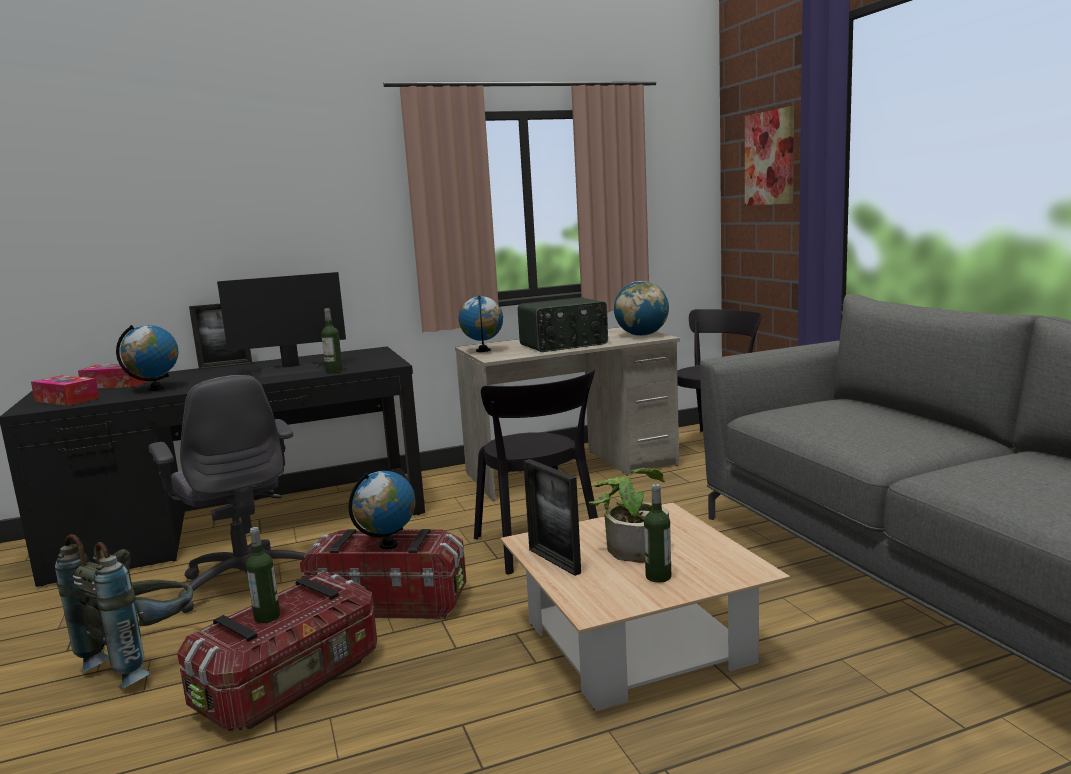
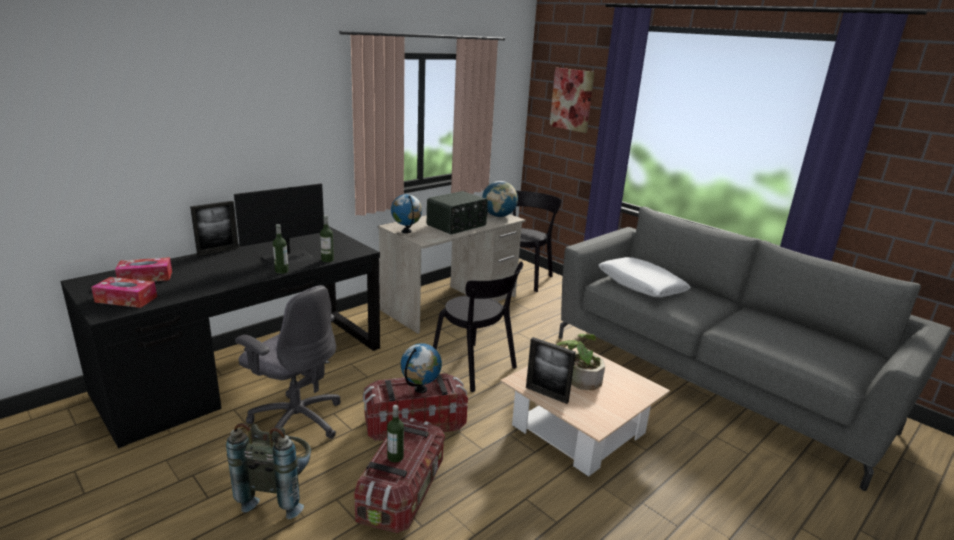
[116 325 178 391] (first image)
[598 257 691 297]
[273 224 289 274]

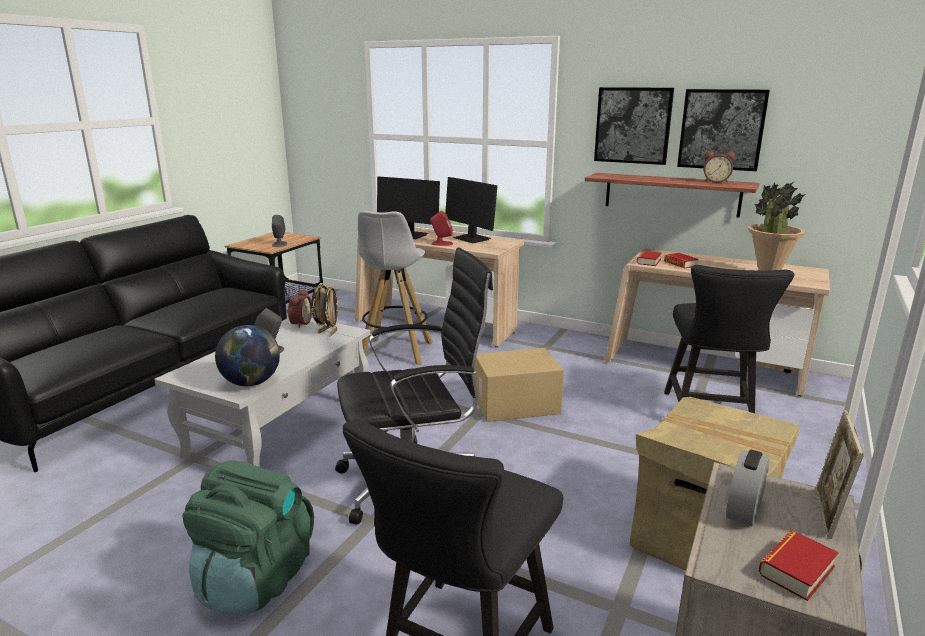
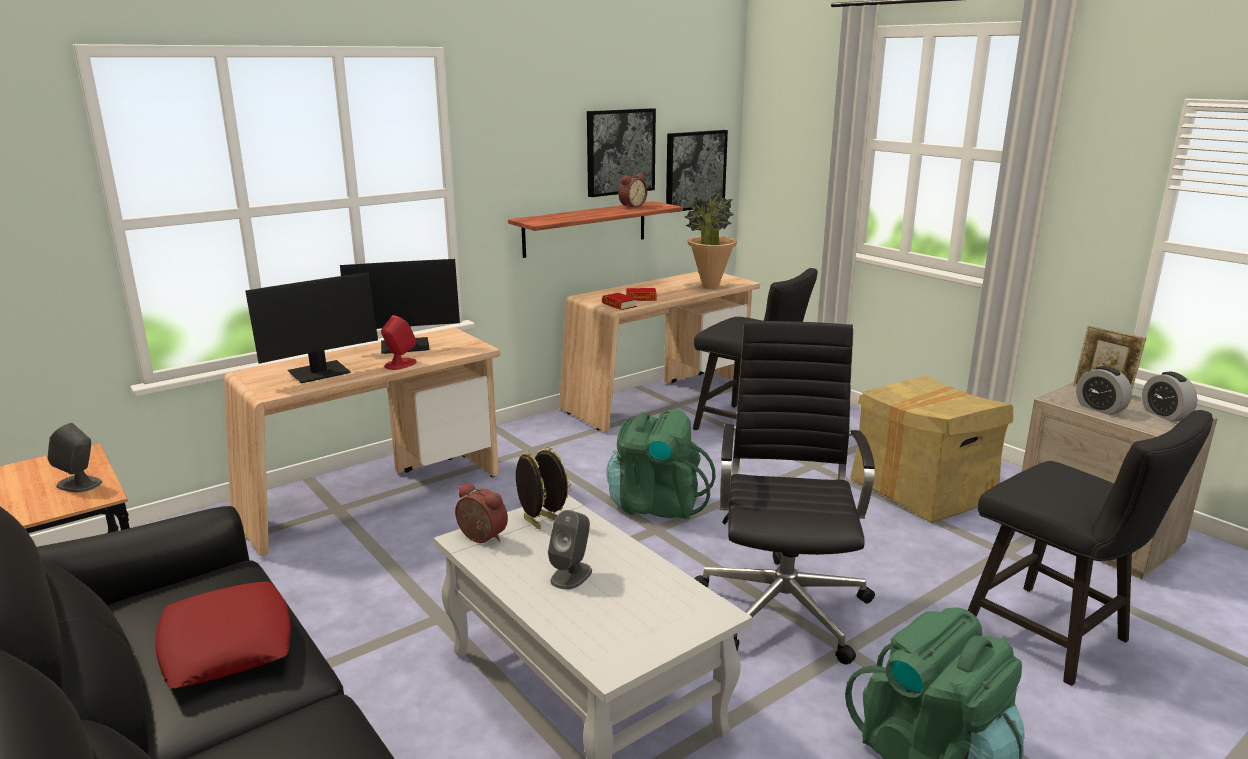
[215 325 280 386] (first image)
[358 211 433 365] (first image)
[155 581 291 688]
[666 130 728 213]
[606 409 715 519]
[1142 372 1197 422]

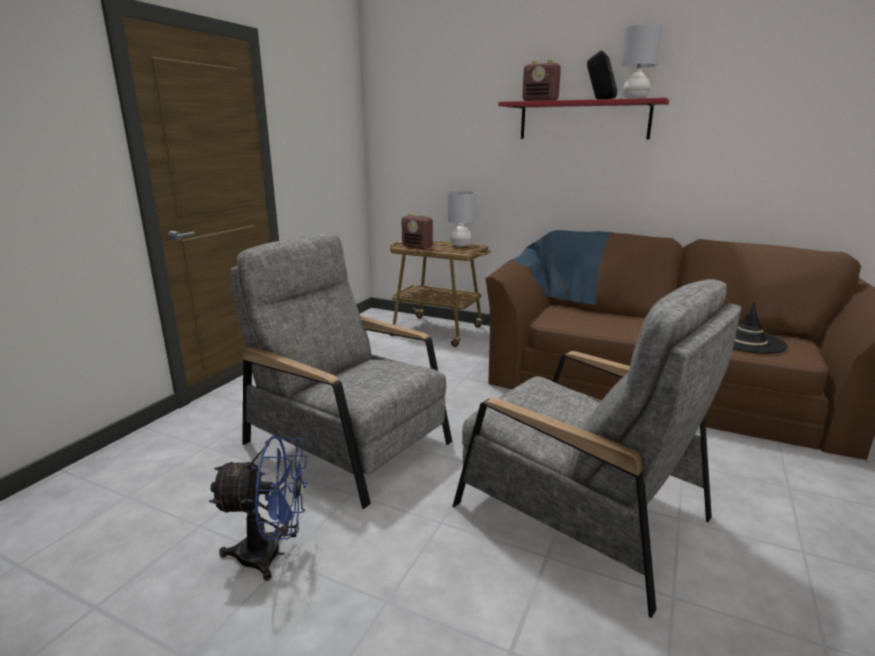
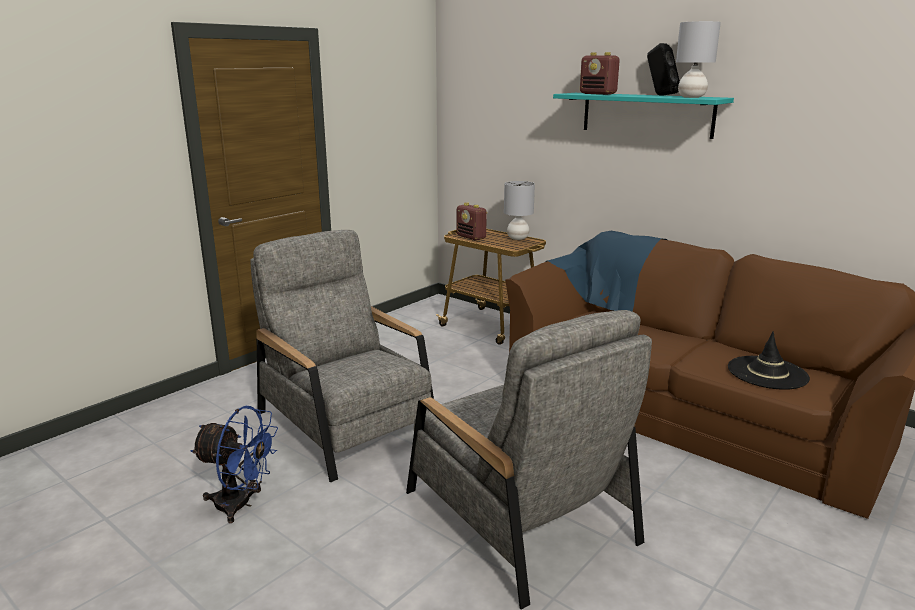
[553 93 734 139]

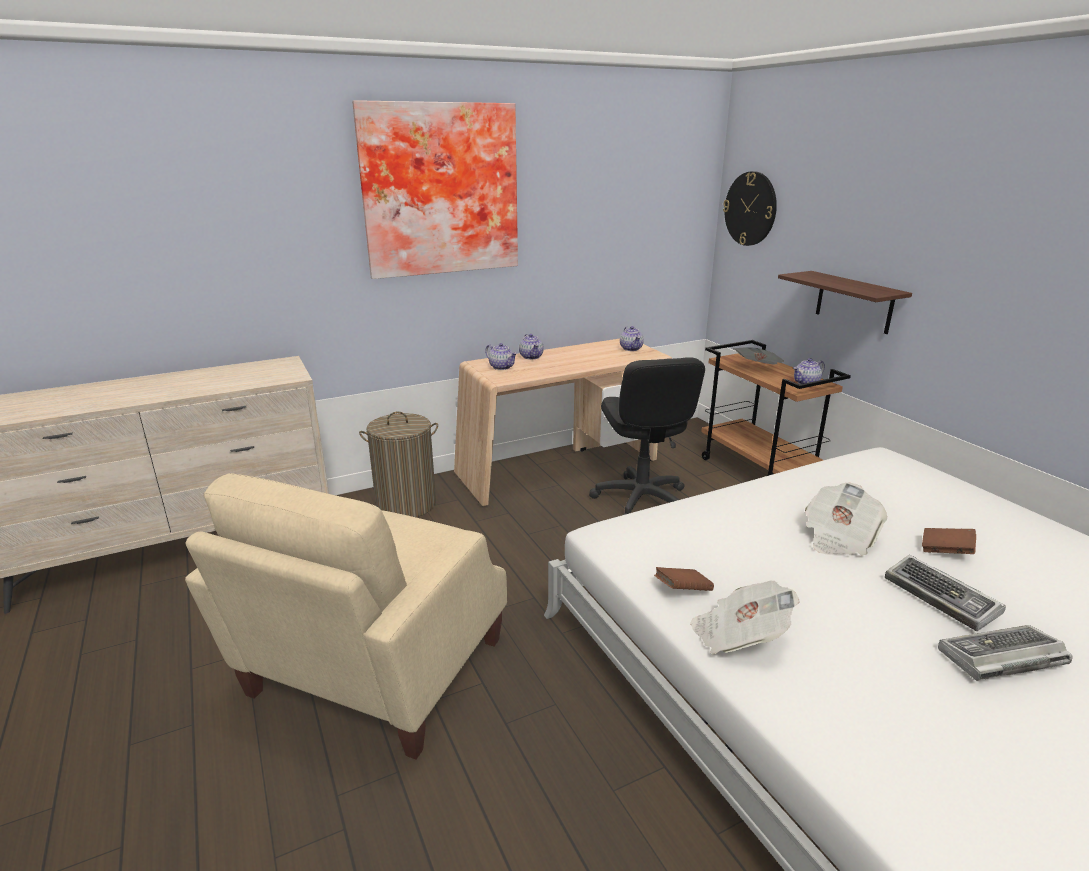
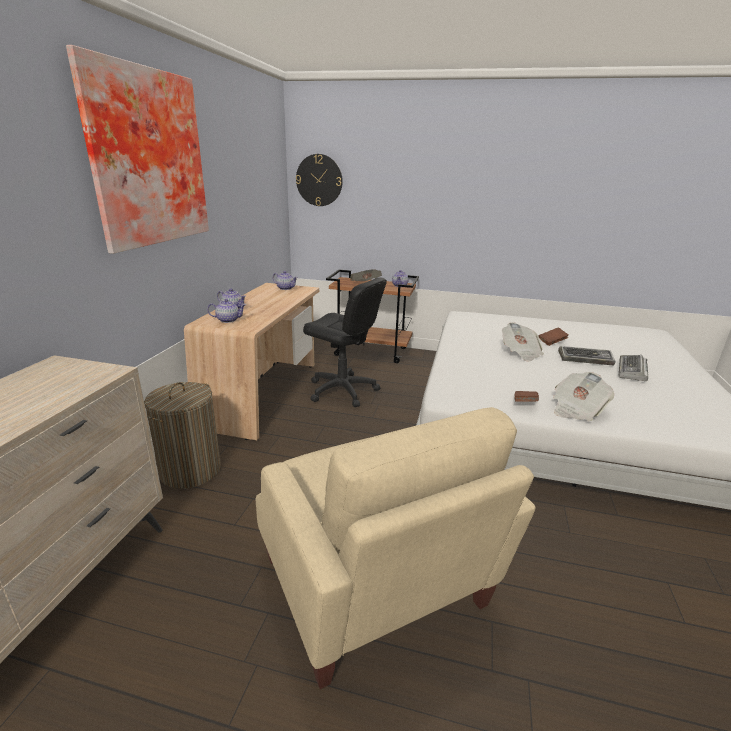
[778 271 912 334] (first image)

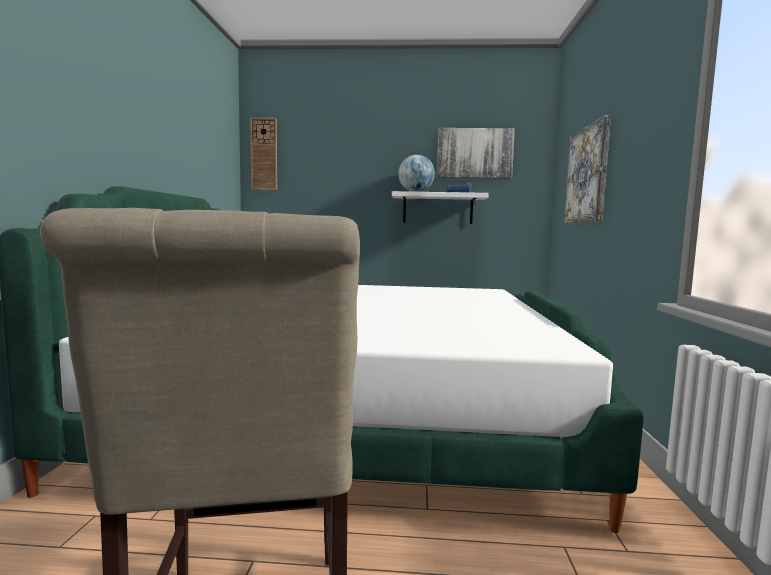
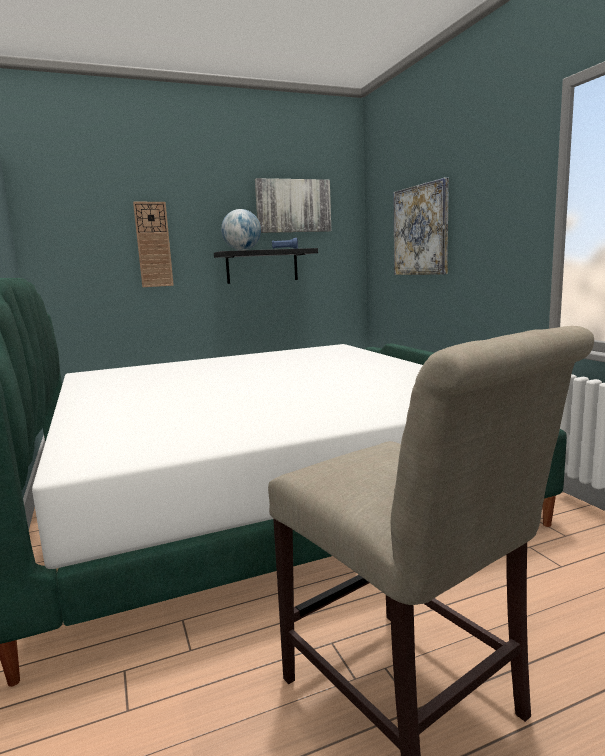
[133 202 174 287]
[214 248 318 284]

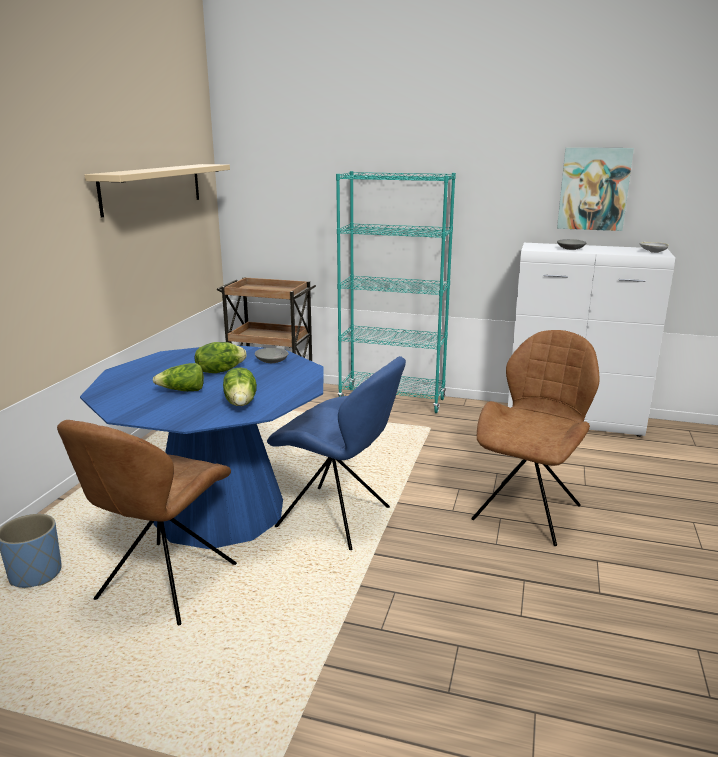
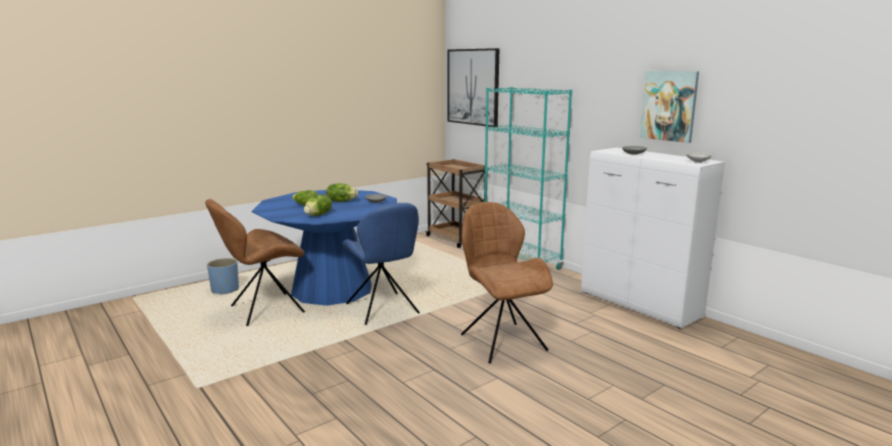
[85 164 230 217] (first image)
[447 48 500 127]
[461 202 553 363]

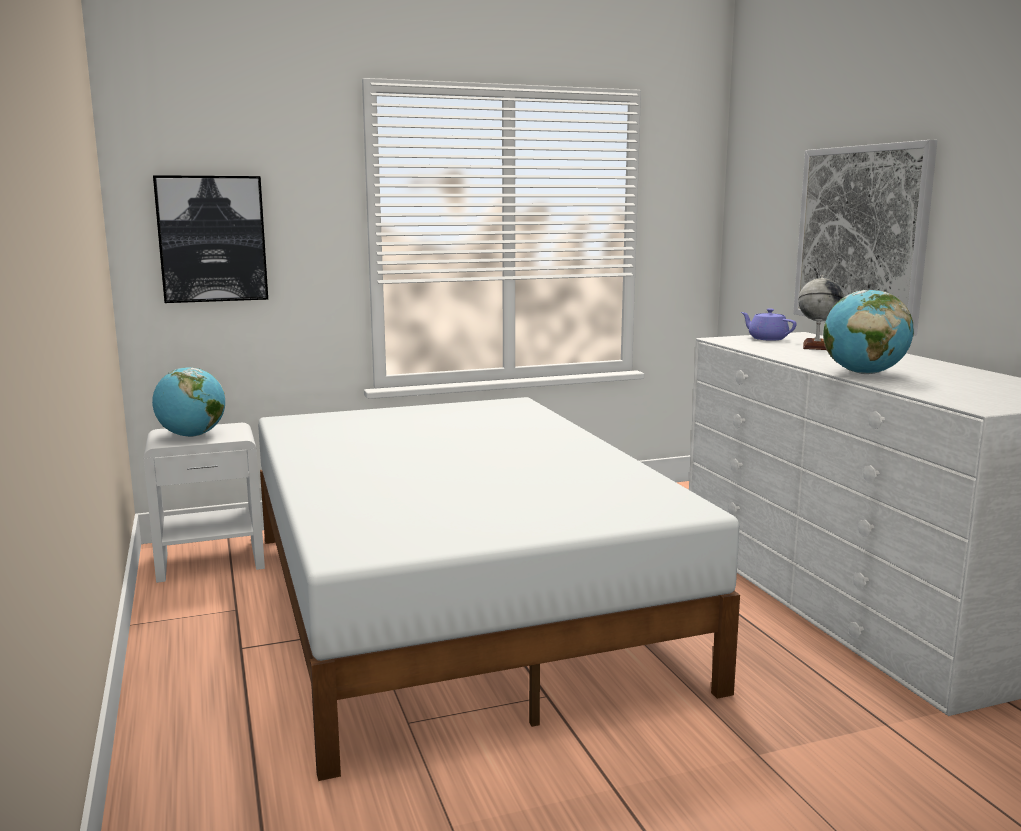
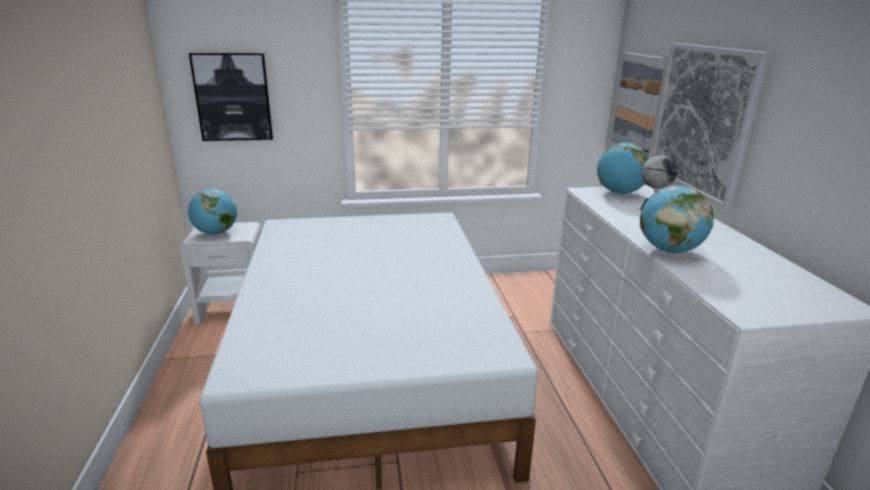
[612 53 666 156]
[597 143 649 194]

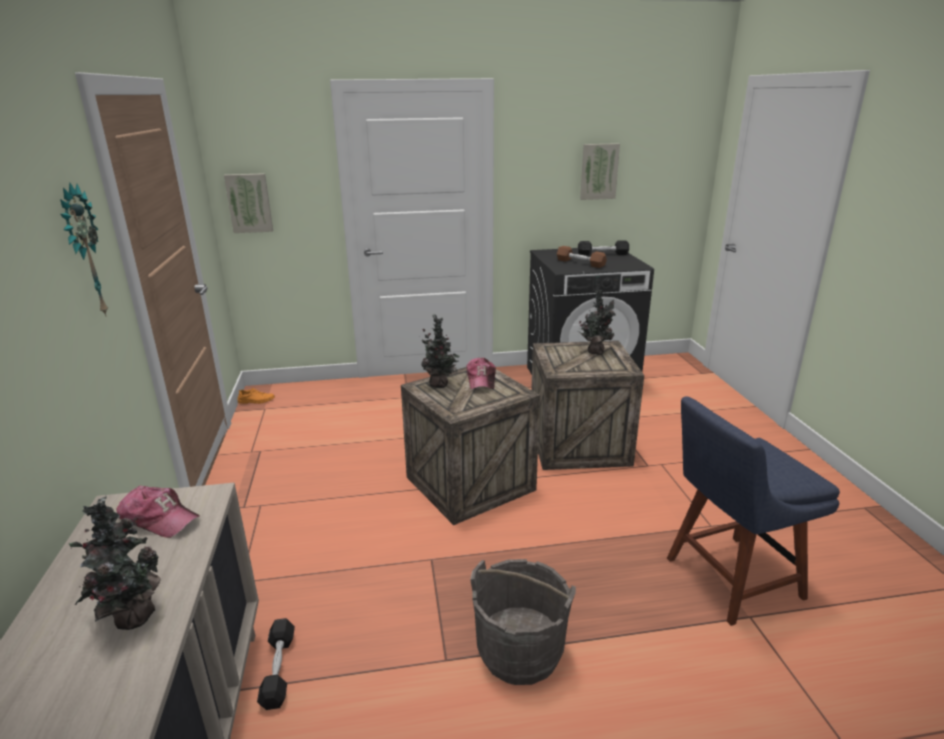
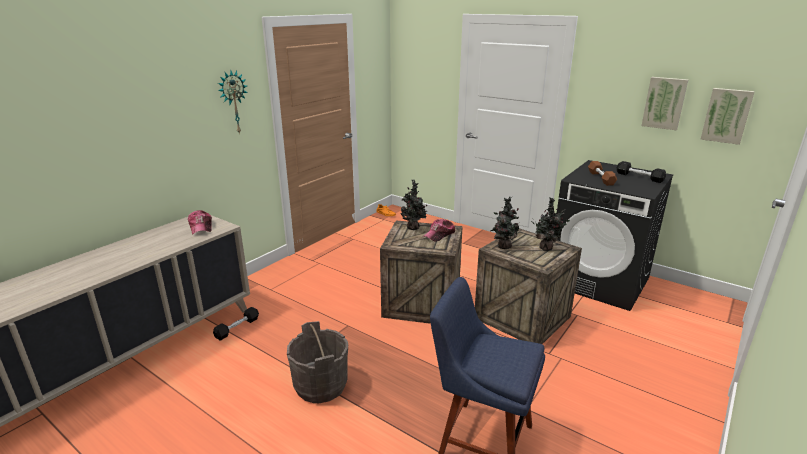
[491 197 519 249]
[700 88 755 145]

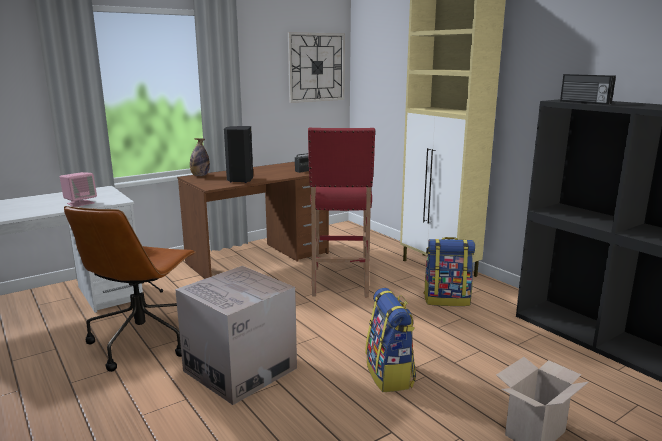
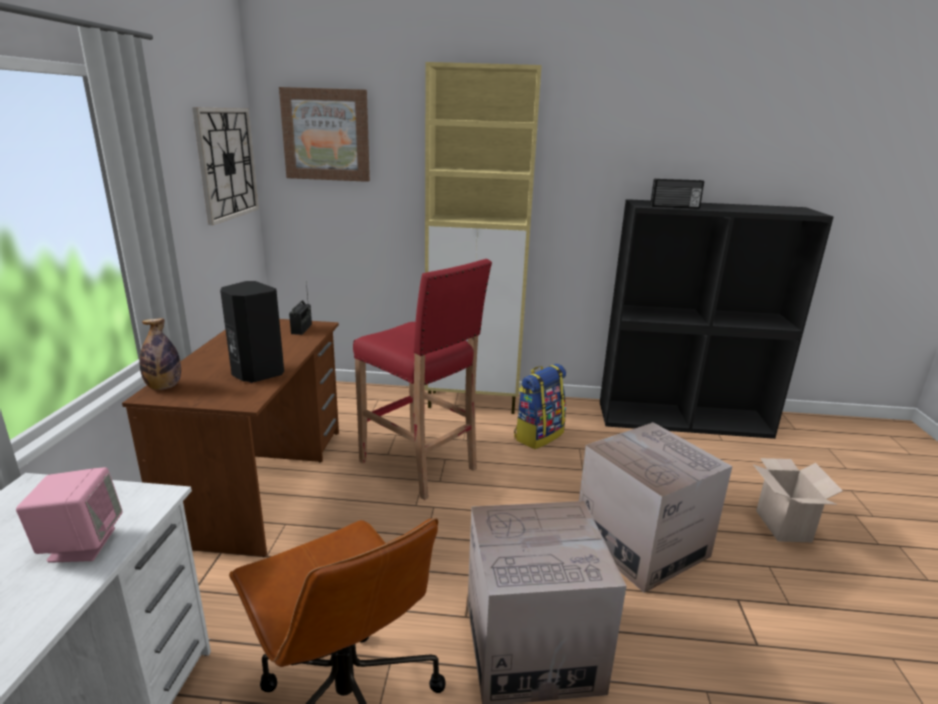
[279 87 370 182]
[579 422 732 593]

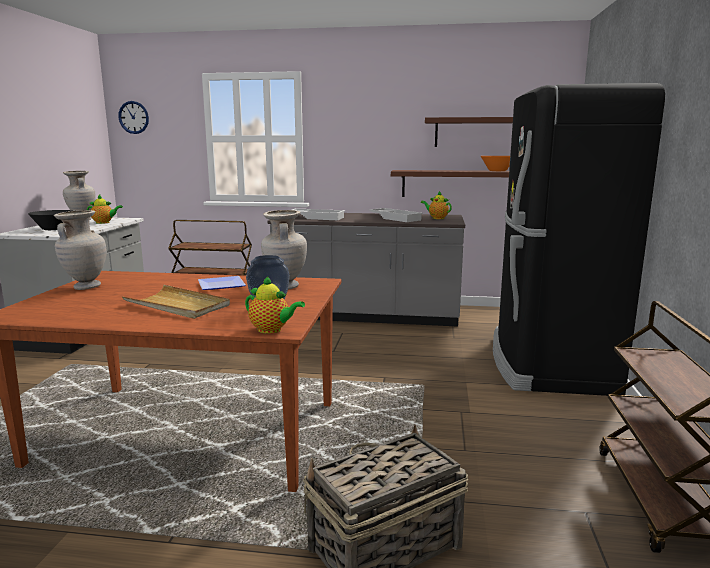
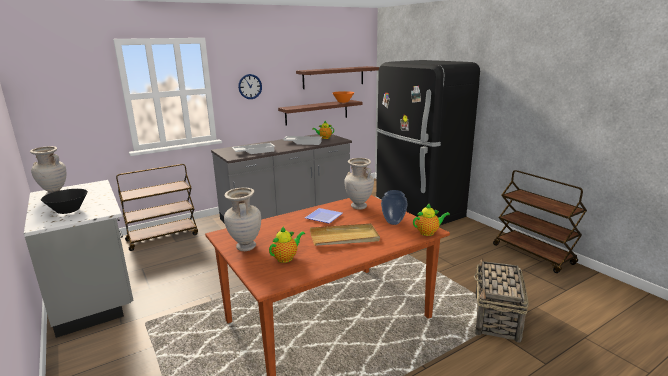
[269 226 305 263]
[238 74 262 99]

